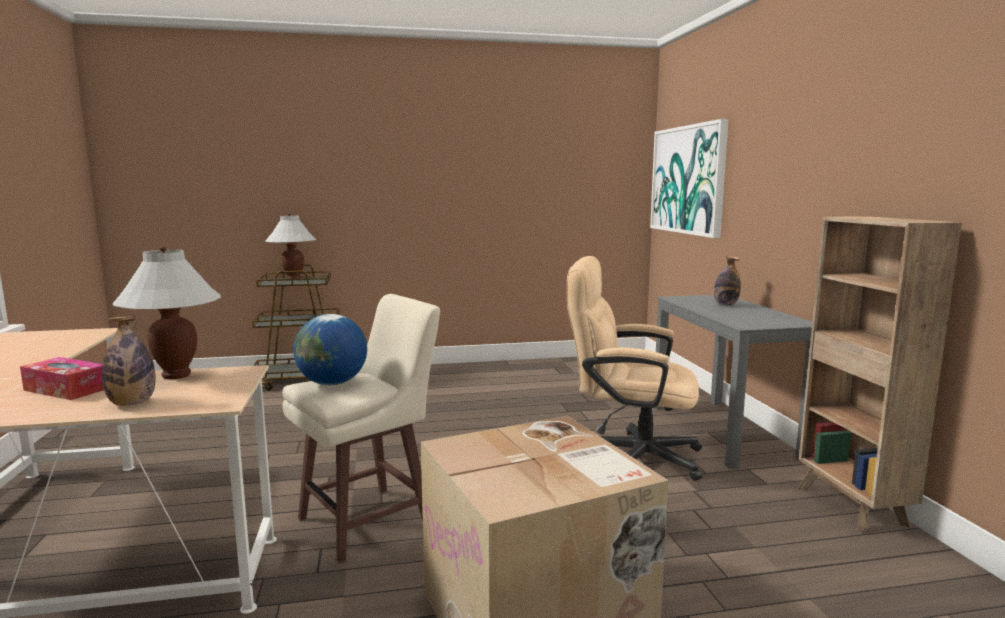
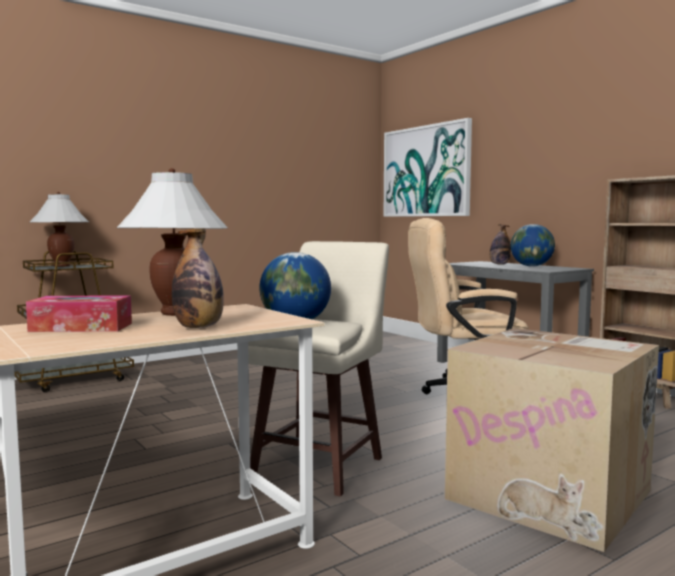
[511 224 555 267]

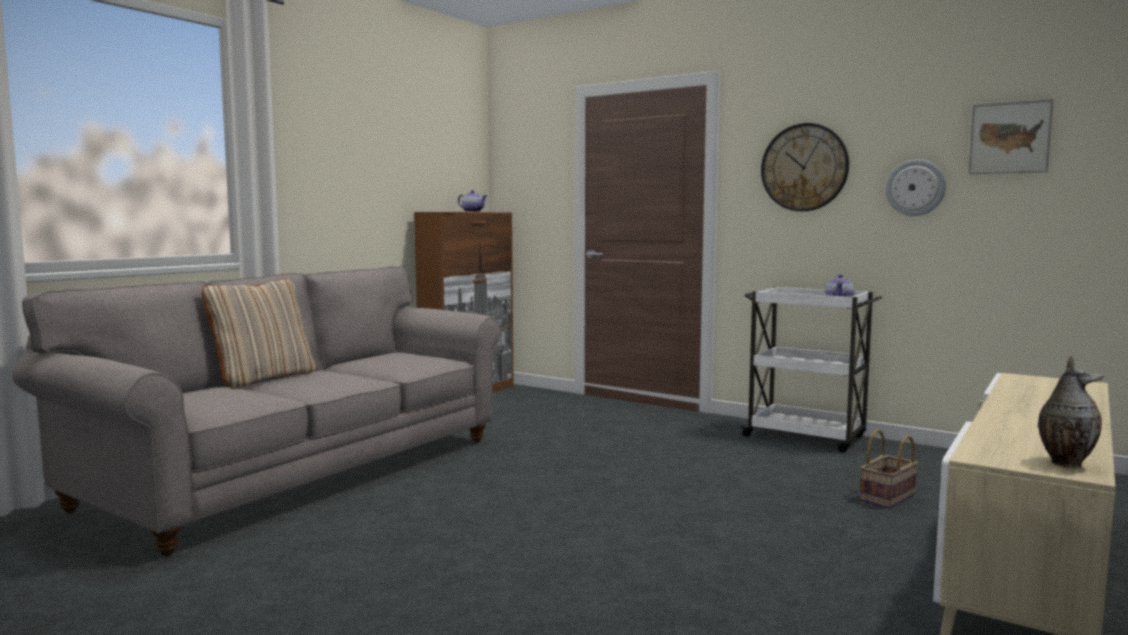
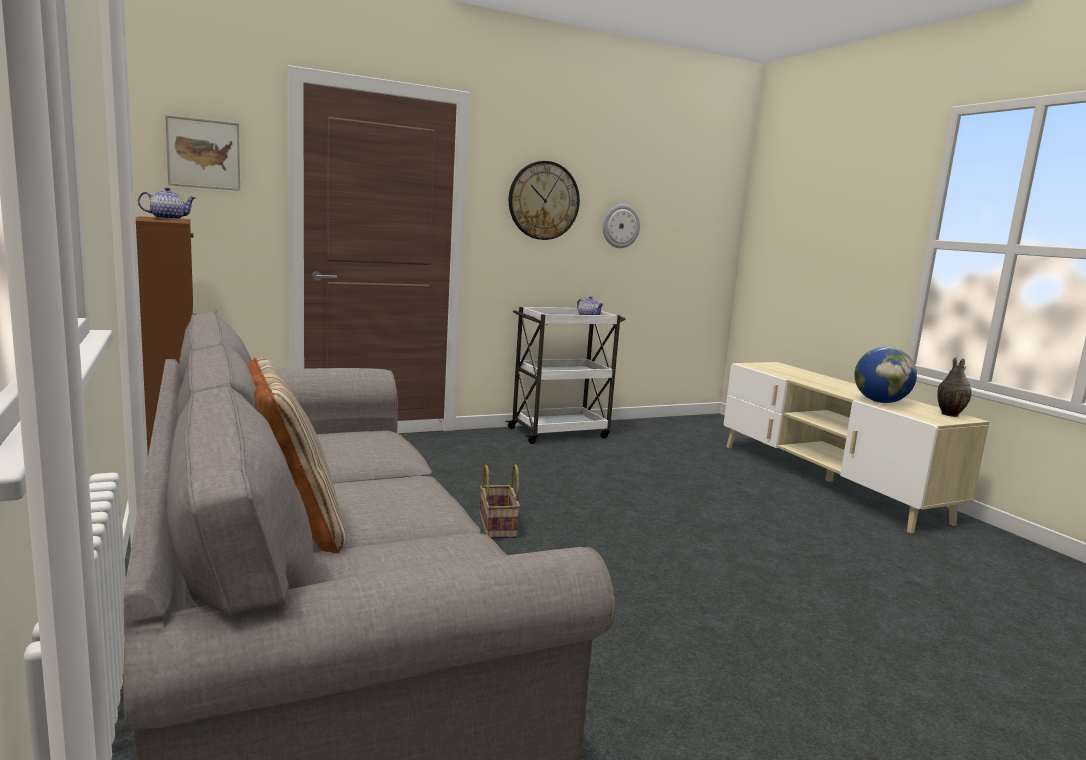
[855 347 917 403]
[480 464 520 539]
[165 115 240 191]

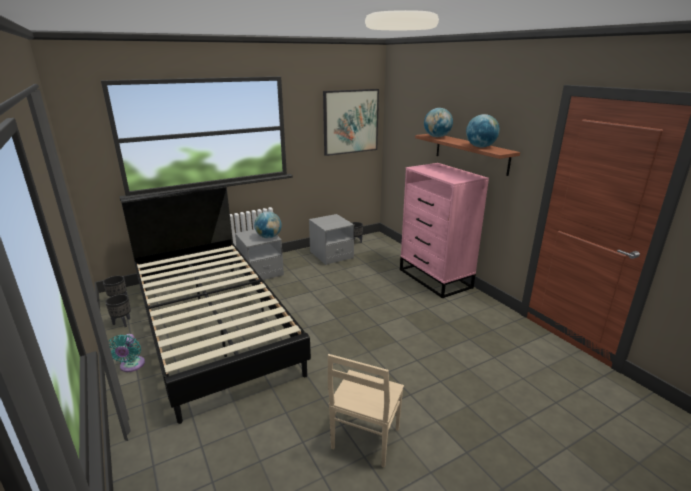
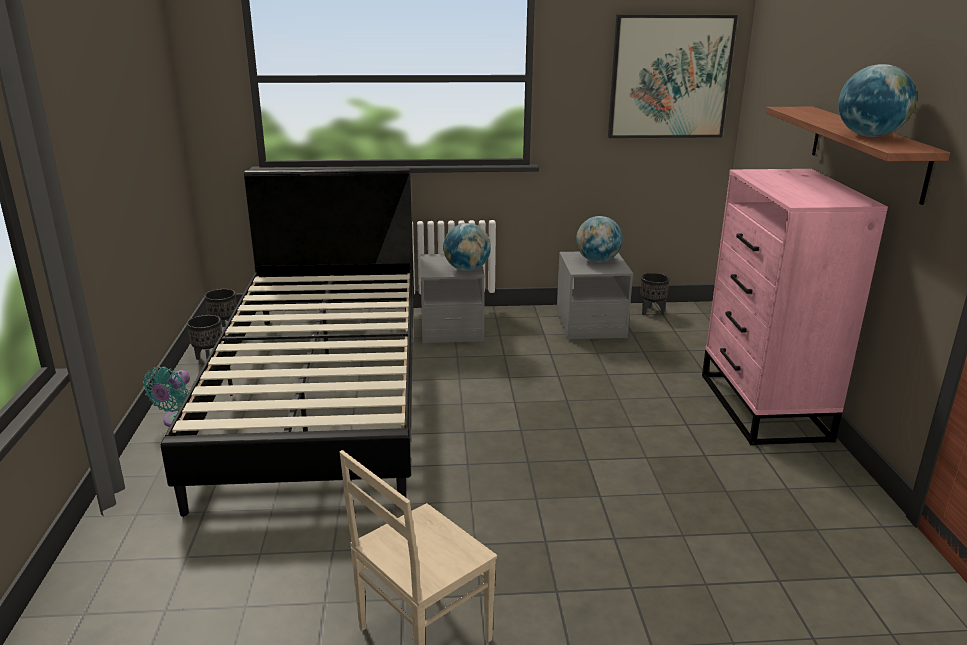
[576 216 623 262]

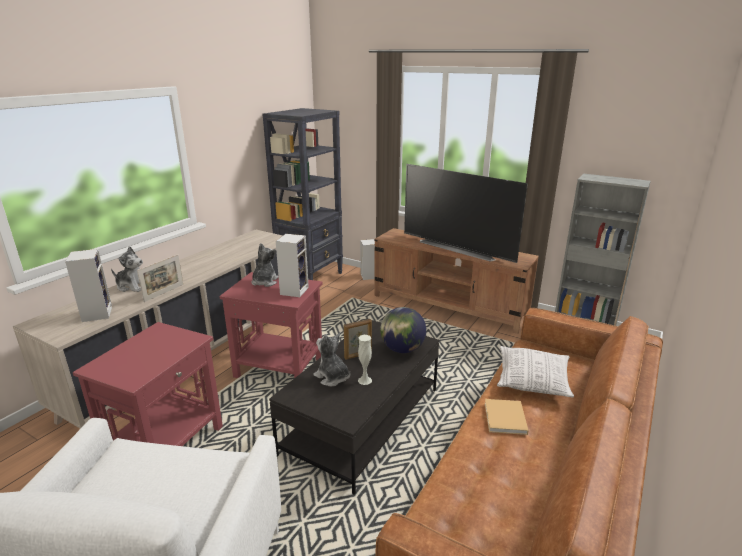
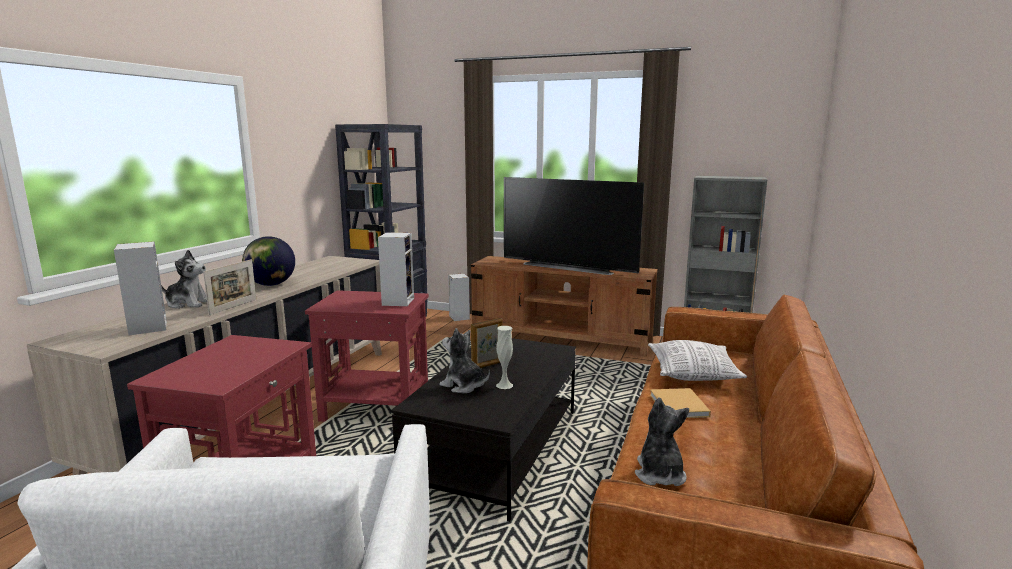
[635 398 689 486]
[242 236 295 286]

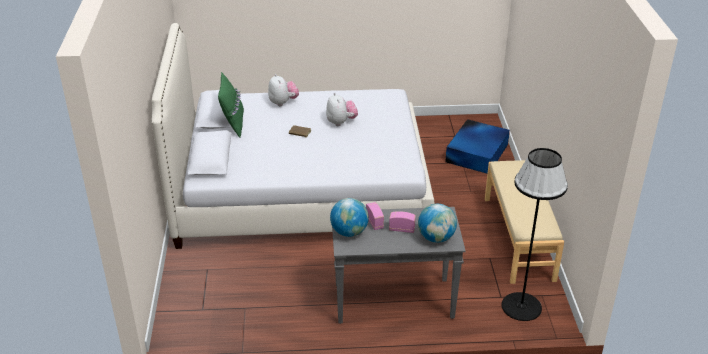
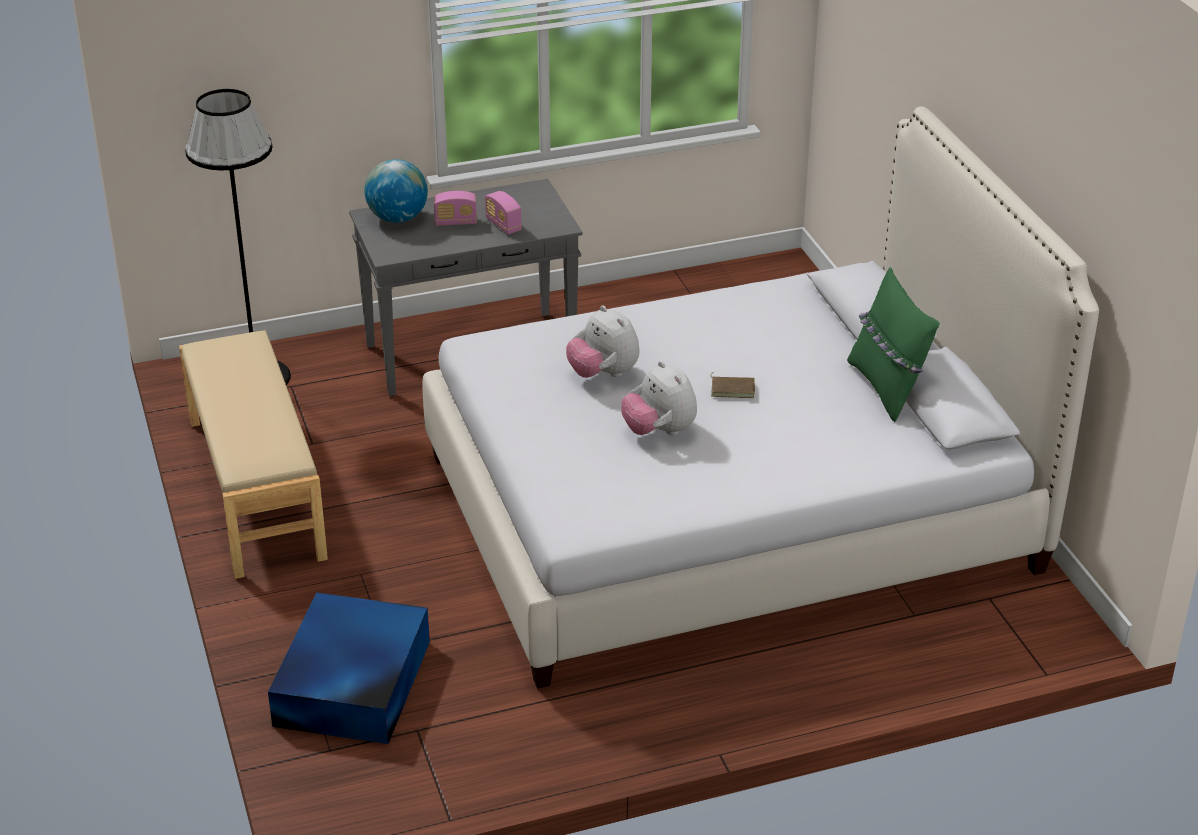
[330 198 369 237] (first image)
[566 305 639 378]

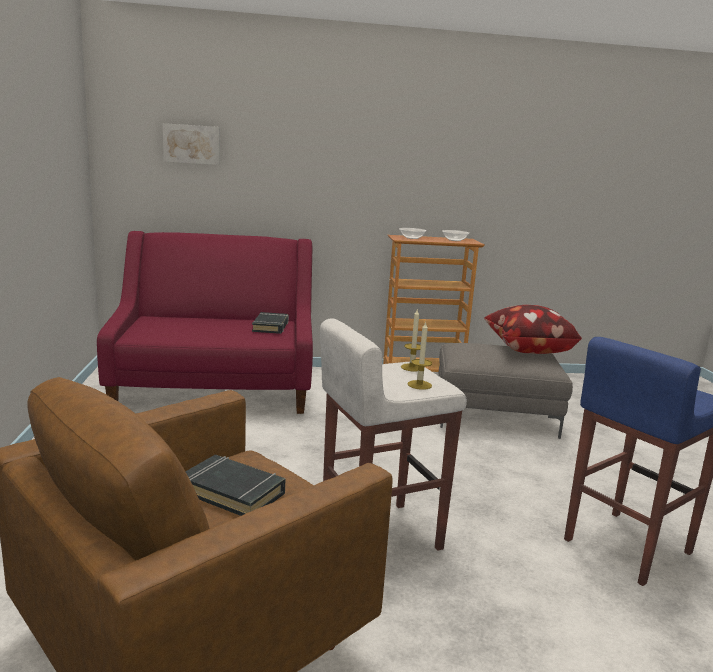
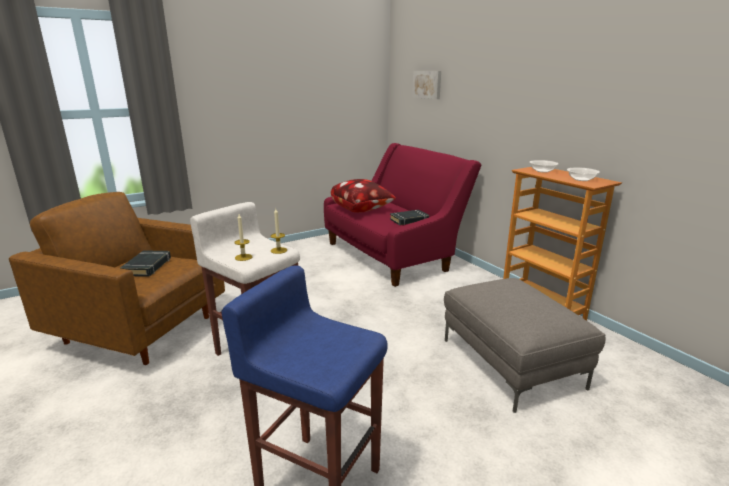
[331 179 396 213]

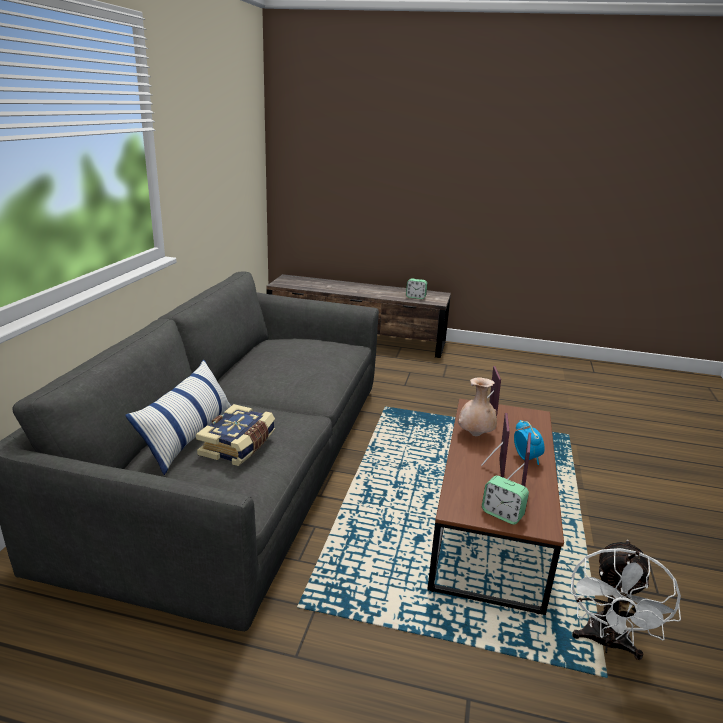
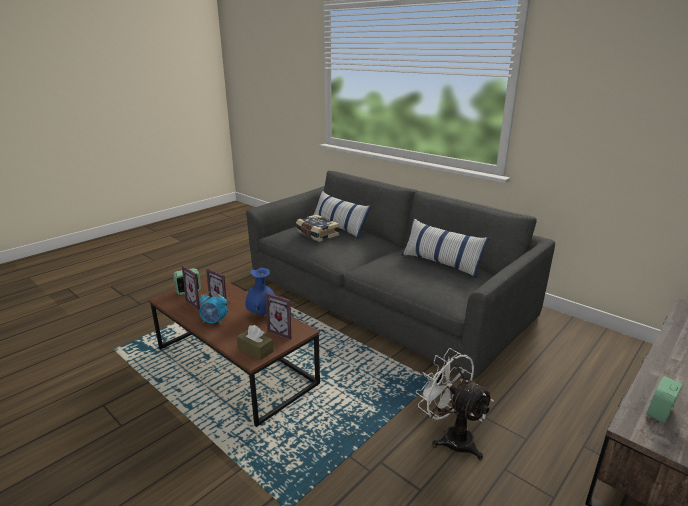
[236 325 274 360]
[401 218 489 278]
[416 348 494 460]
[245 268 275 316]

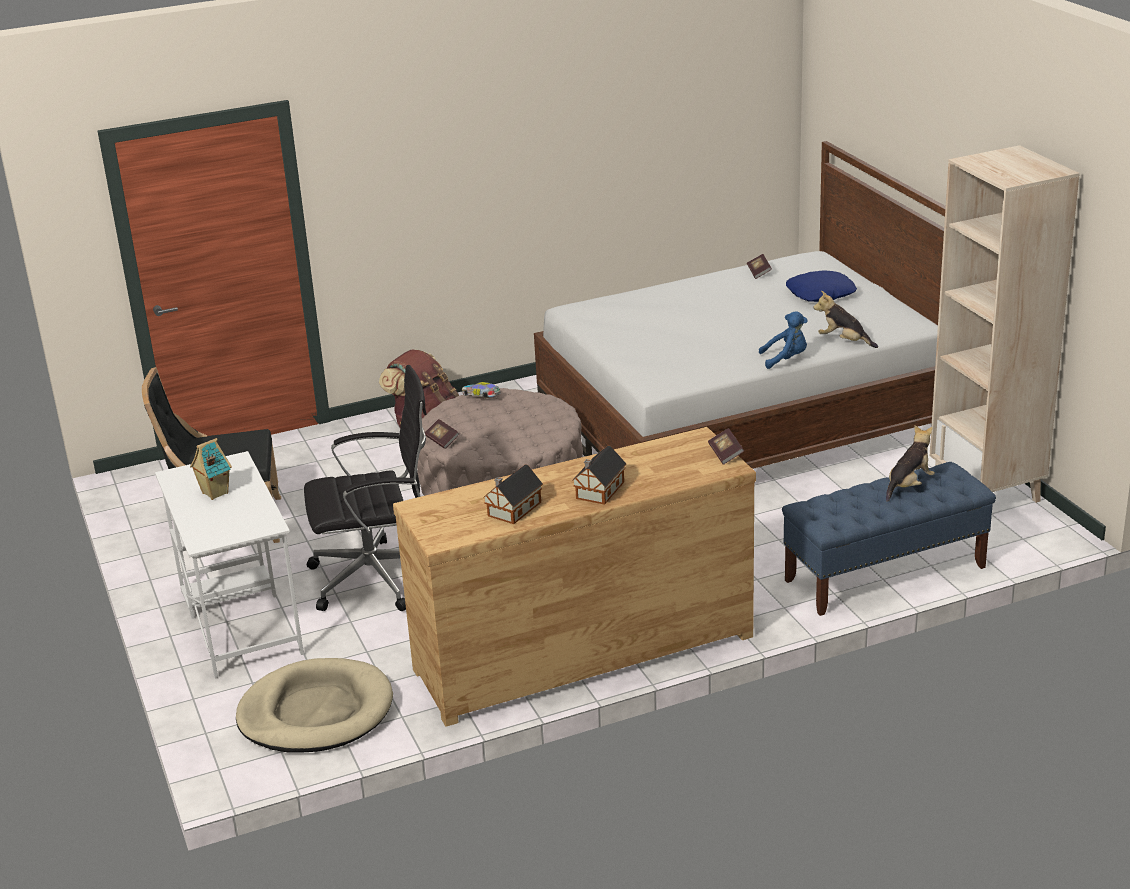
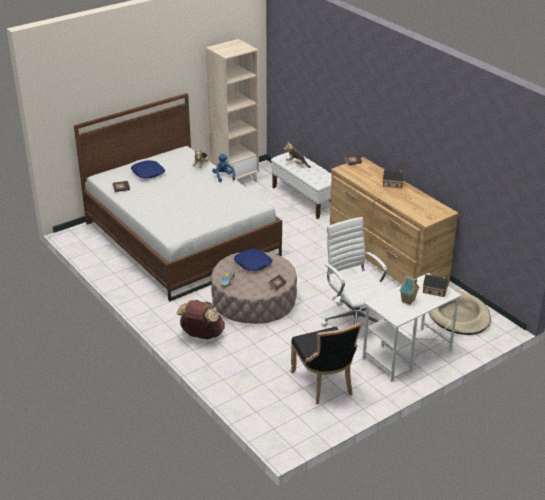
[234 249 273 271]
[423 274 449 297]
[321 217 390 327]
[271 152 332 219]

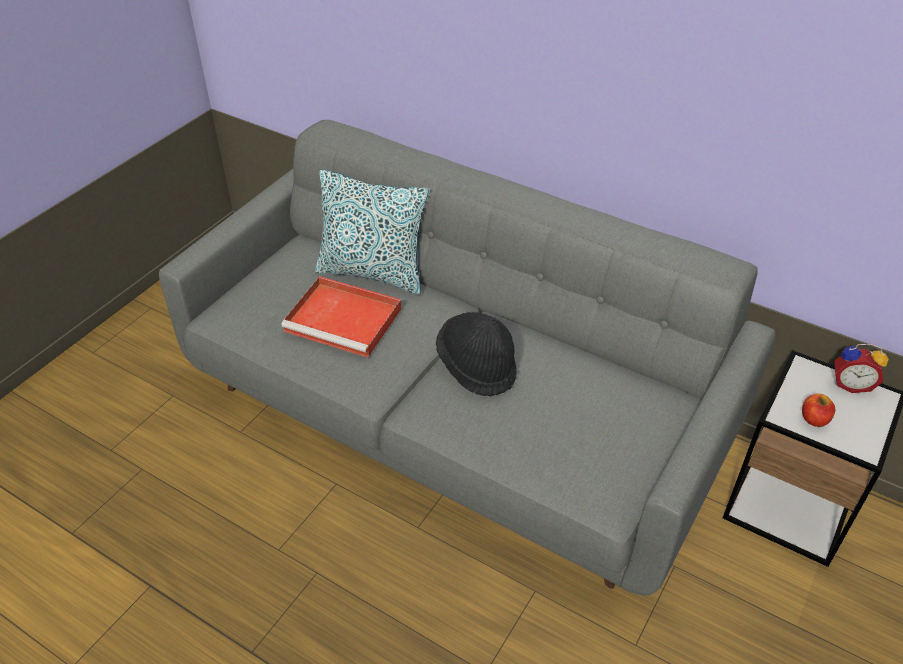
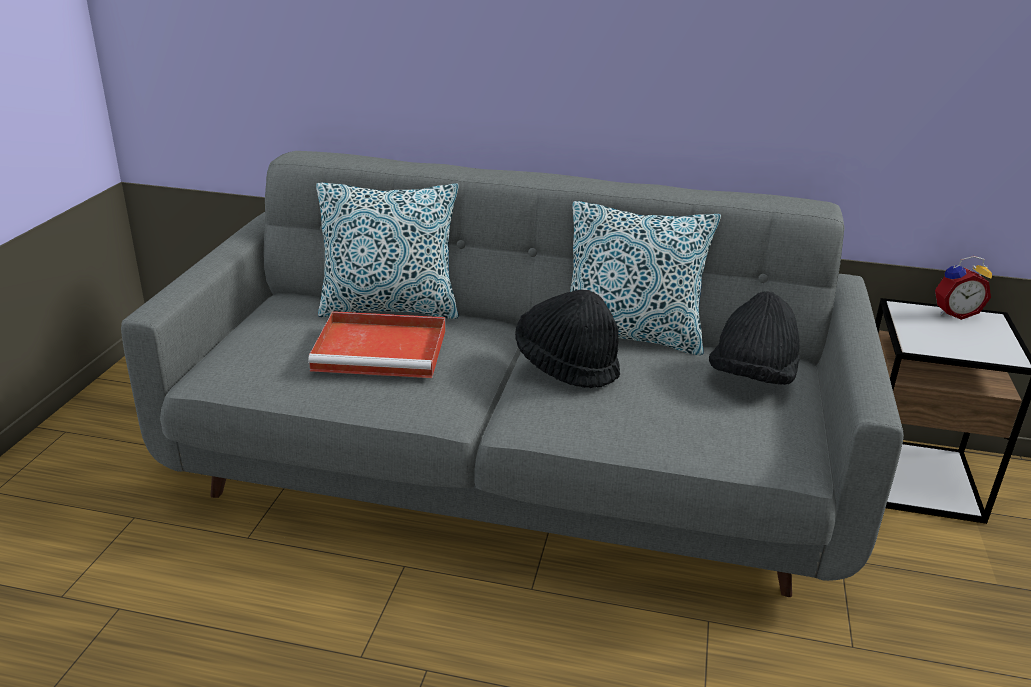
[802 394 835 427] (first image)
[570 201 721 355]
[709 291 800 385]

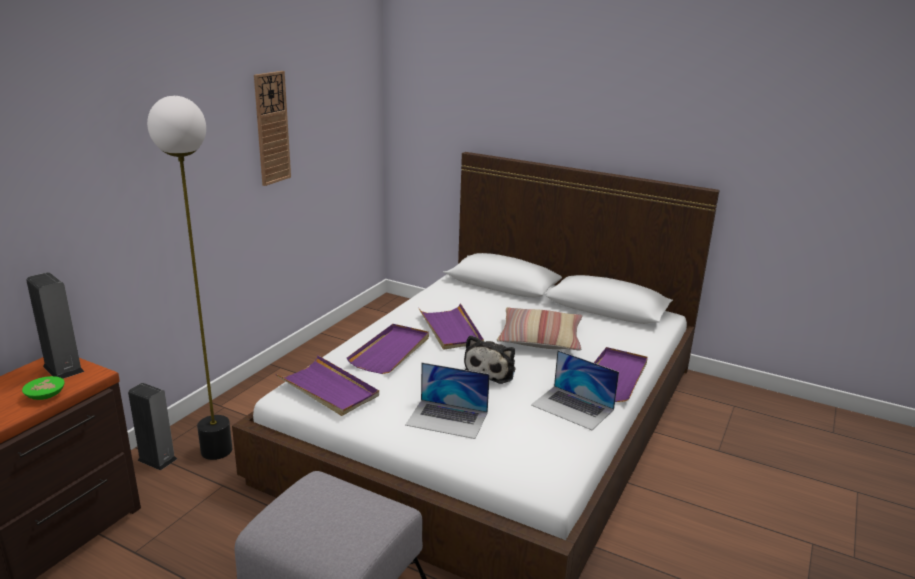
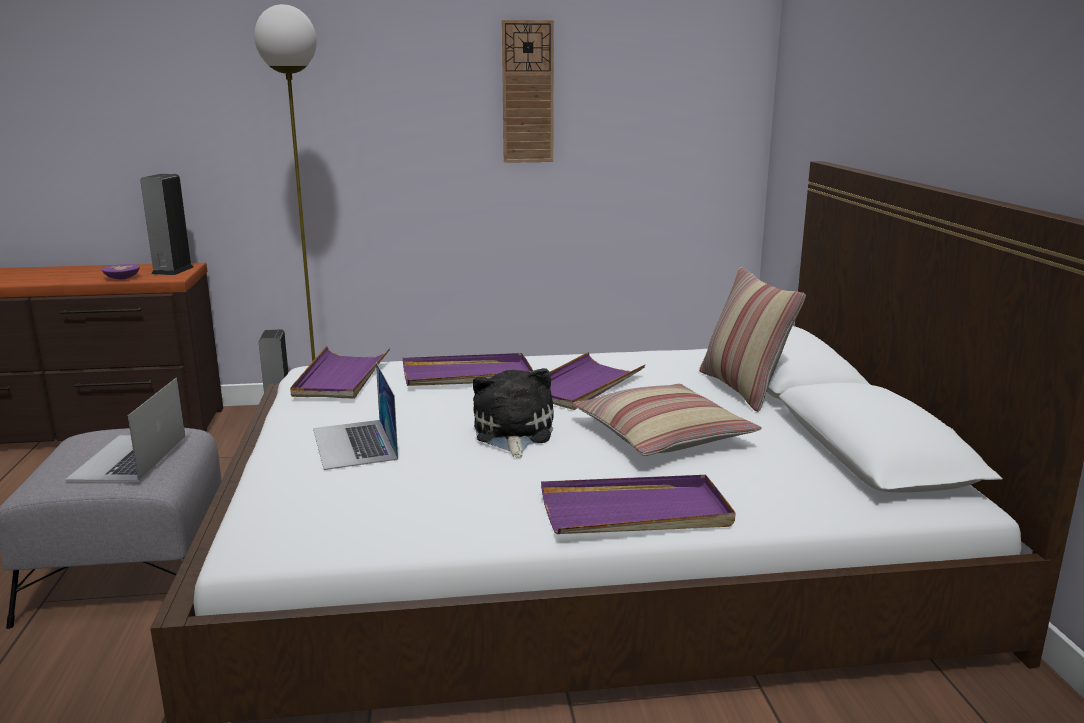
[699 267 806 412]
[65 377 185 482]
[101 264 140 280]
[473 368 554 458]

